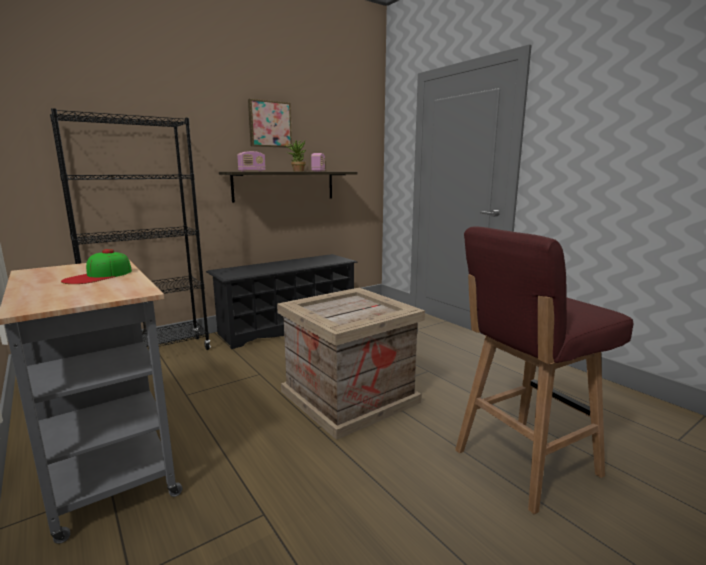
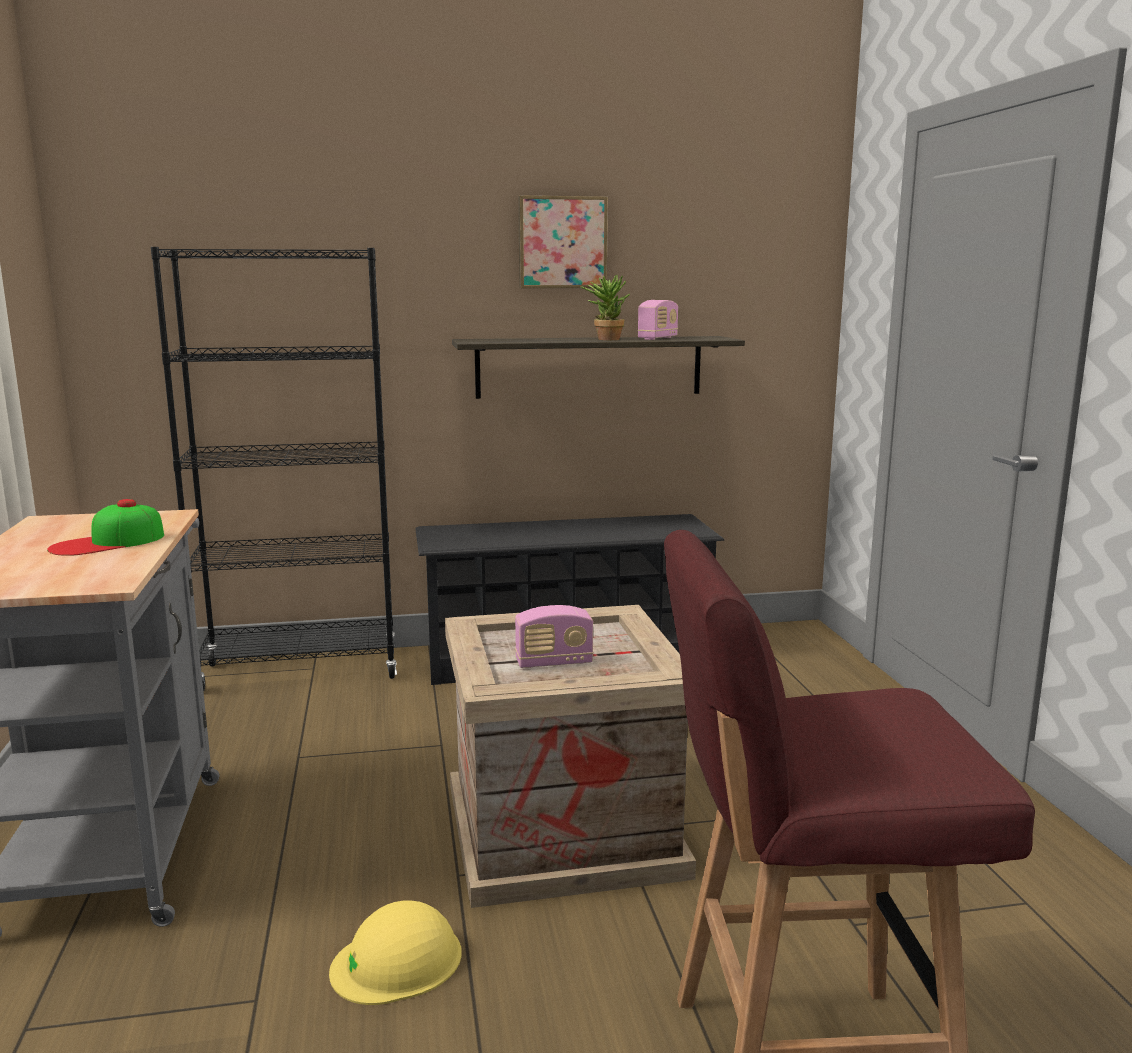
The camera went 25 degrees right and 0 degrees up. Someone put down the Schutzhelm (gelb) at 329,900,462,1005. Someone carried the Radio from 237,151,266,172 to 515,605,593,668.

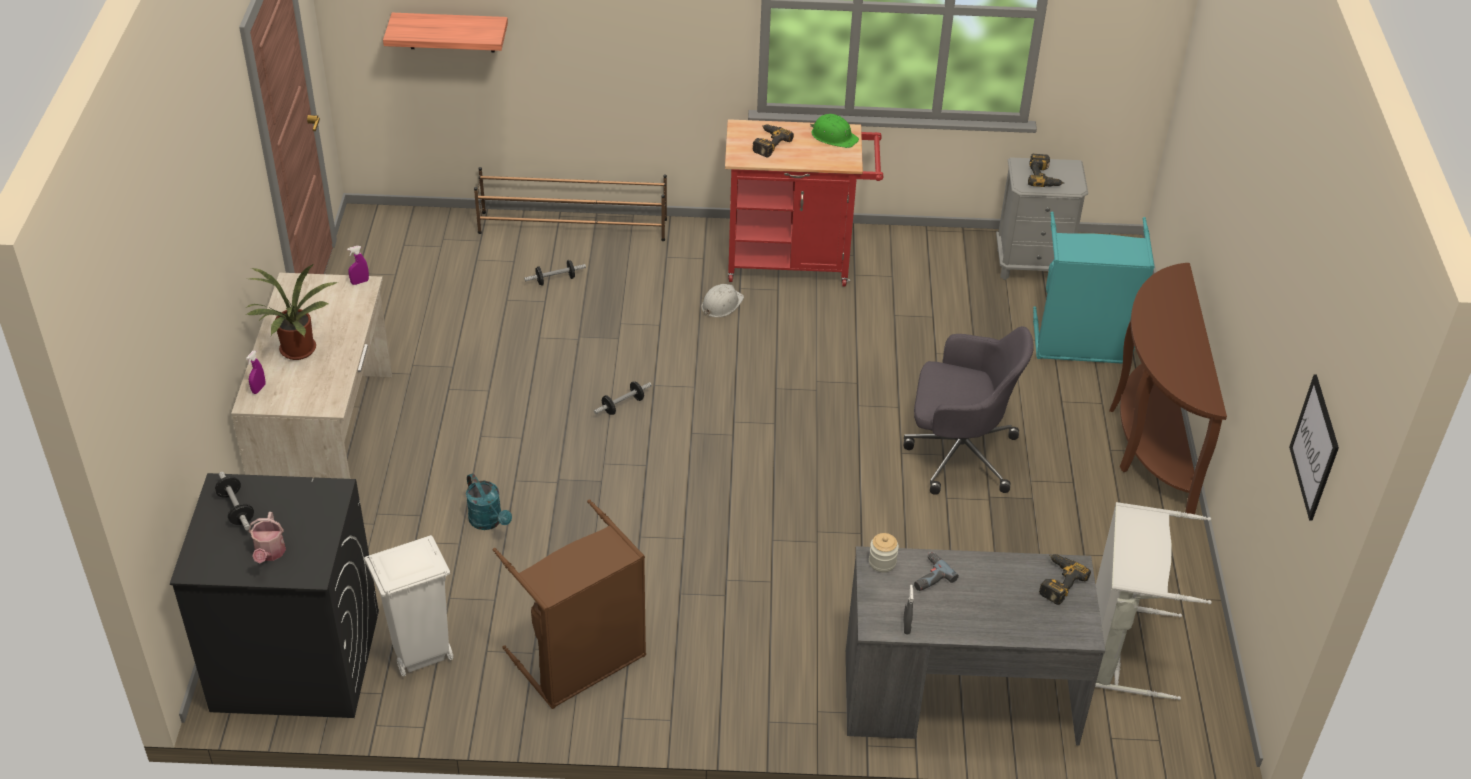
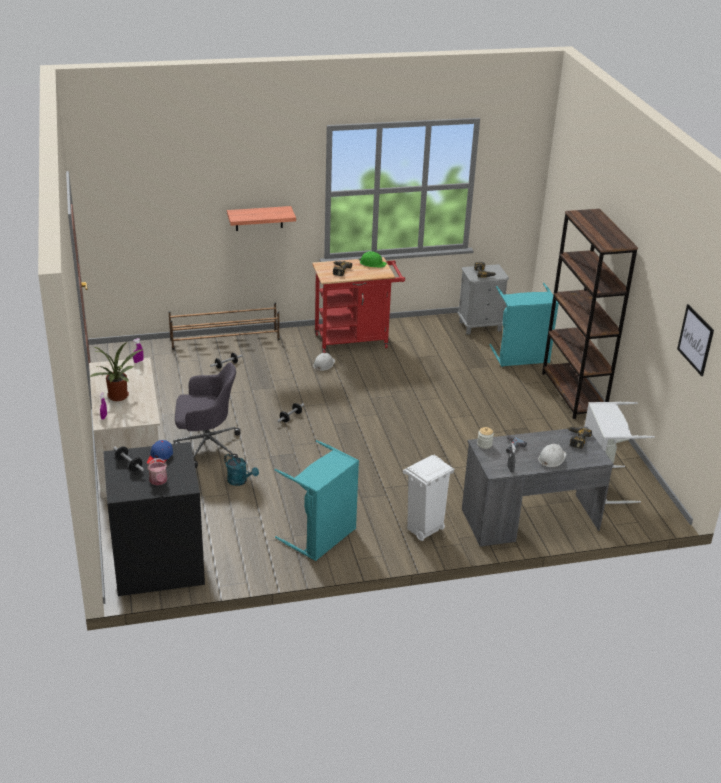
The camera went 15 degrees left and 10 degrees down. Someone put down the Kappe (blau) at 147,440,173,465. Someone put down the Schutzhelm (weiß) at 538,444,567,467. Someone carried the Mülleimer (weiß) from 364,535,453,677 to 403,455,454,541. Someone carried the Wandregal from 383,13,508,52 to 227,206,296,231. Someone carried the Bürostuhl (grau) from 904,326,1034,495 to 173,362,241,468. Someone swapped the Konsolentisch (braun) at 1109,263,1227,514 for the Bücherregal (braun) at 542,209,638,419. Someone repainted the Wäschekorb (braun) at 492,499,646,709, which became the Wäschekorb (türkis) at 274,440,359,561.

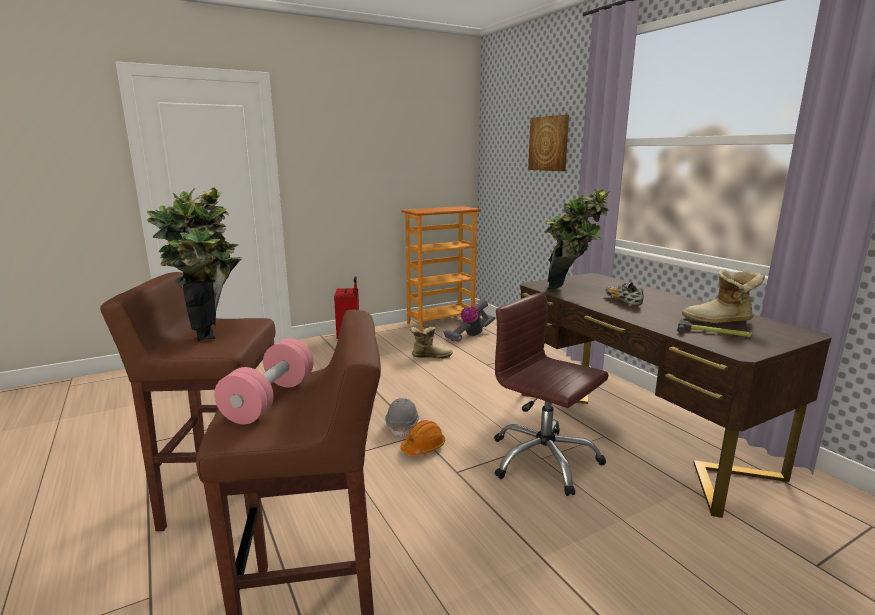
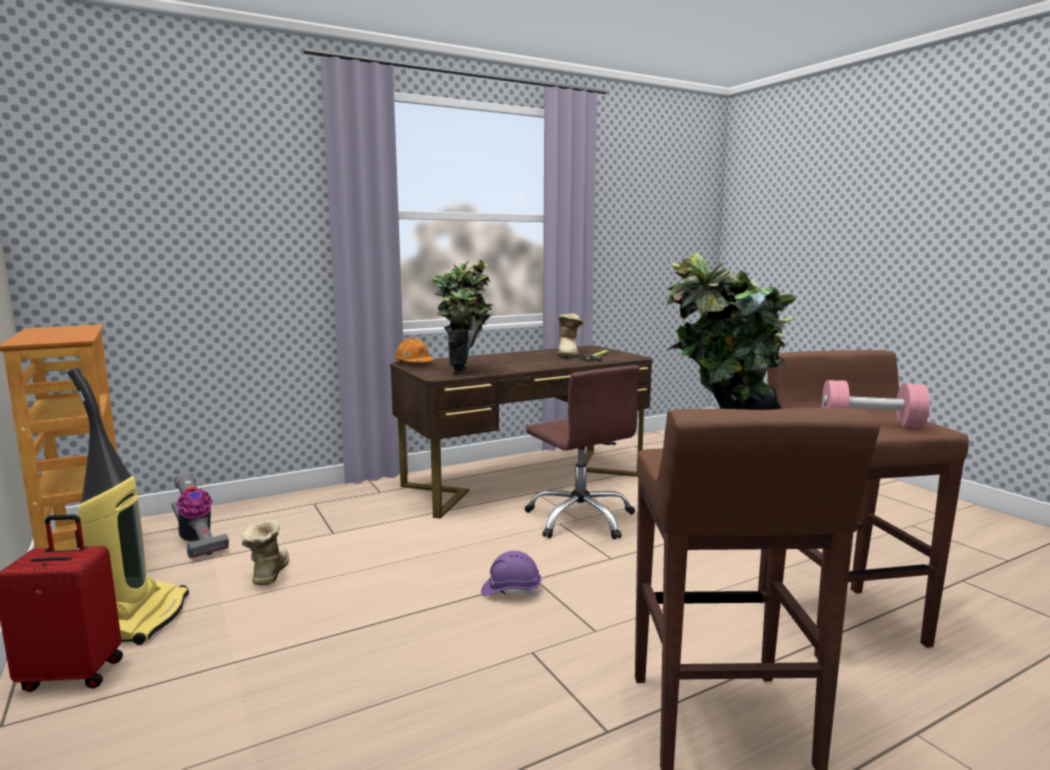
The camera went 90 degrees left and 5 degrees down. Someone took away the Bild at 528,114,569,171. Someone took away the Schuh at 605,282,643,305. Someone put down the Staubsauger at 67,368,189,645. Someone carried the Schutzhelm (orange) from 401,420,445,455 to 394,338,434,362. Someone repainted the Schutzhelm (grau) at 385,398,419,438, which became the Schutzhelm (lila) at 481,551,542,596. Someone rotated the Bürostuhl (braun) at 494,292,608,496 by 75 degrees counterclockwise.

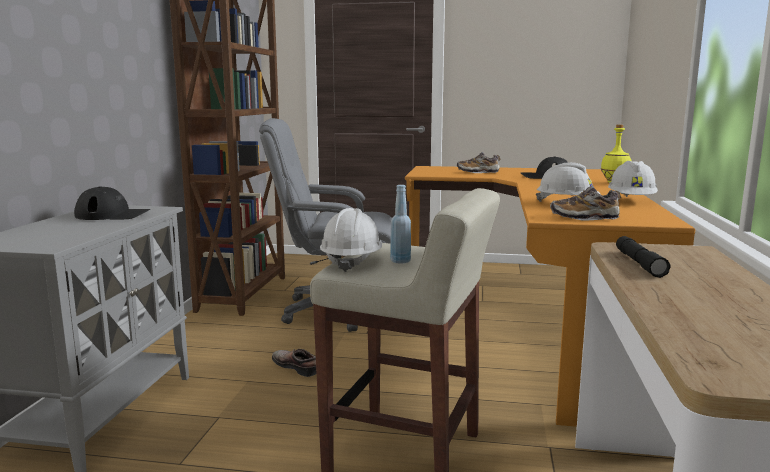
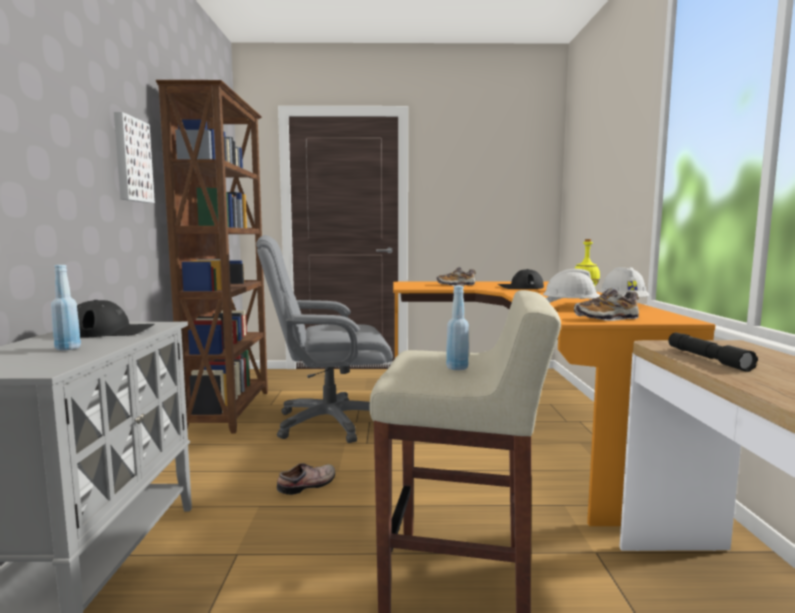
The camera went 10 degrees left and 5 degrees down. Someone took away the Schutzhelm (weiß) at 320,208,382,272. Someone put down the Flasche (blau) at 51,265,81,351. Someone put up the Bild at 114,112,155,203. Someone rotated the Schuh at 272,349,317,377 by 105 degrees clockwise.

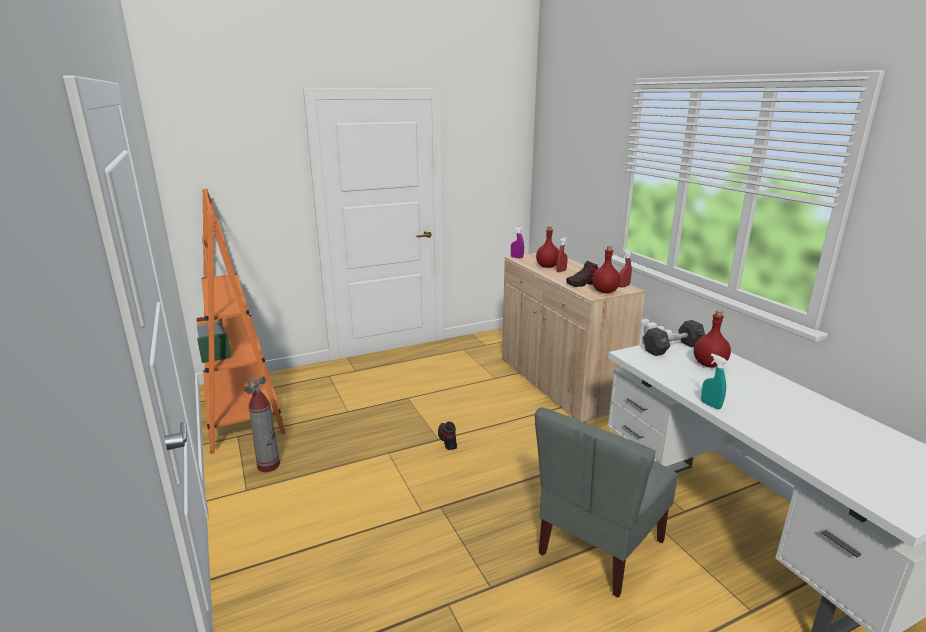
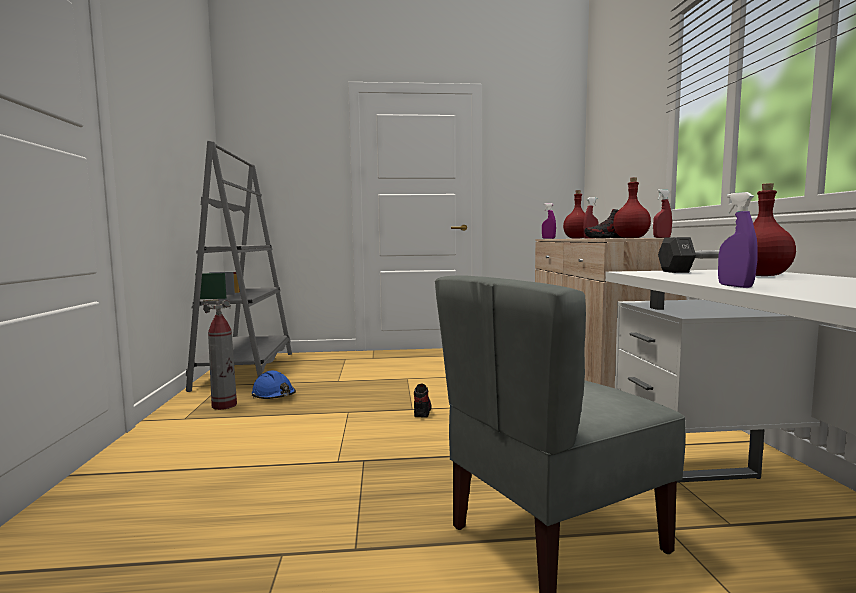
The camera went 20 degrees right and 15 degrees down. Someone put down the Schutzhelm (blau) at 252,370,296,399. Someone repainted the Bücherregal (orange) at 196,189,286,453, which became the Bücherregal (grau) at 186,141,292,392. Someone repainted the Sprühflasche (türkis) at 701,354,727,410, which became the Sprühflasche (lila) at 718,192,758,288.

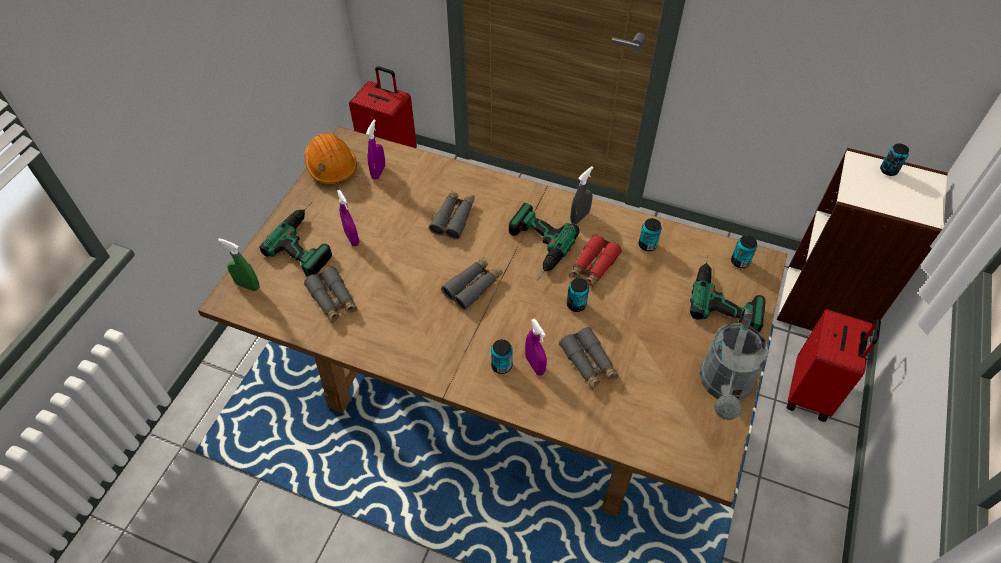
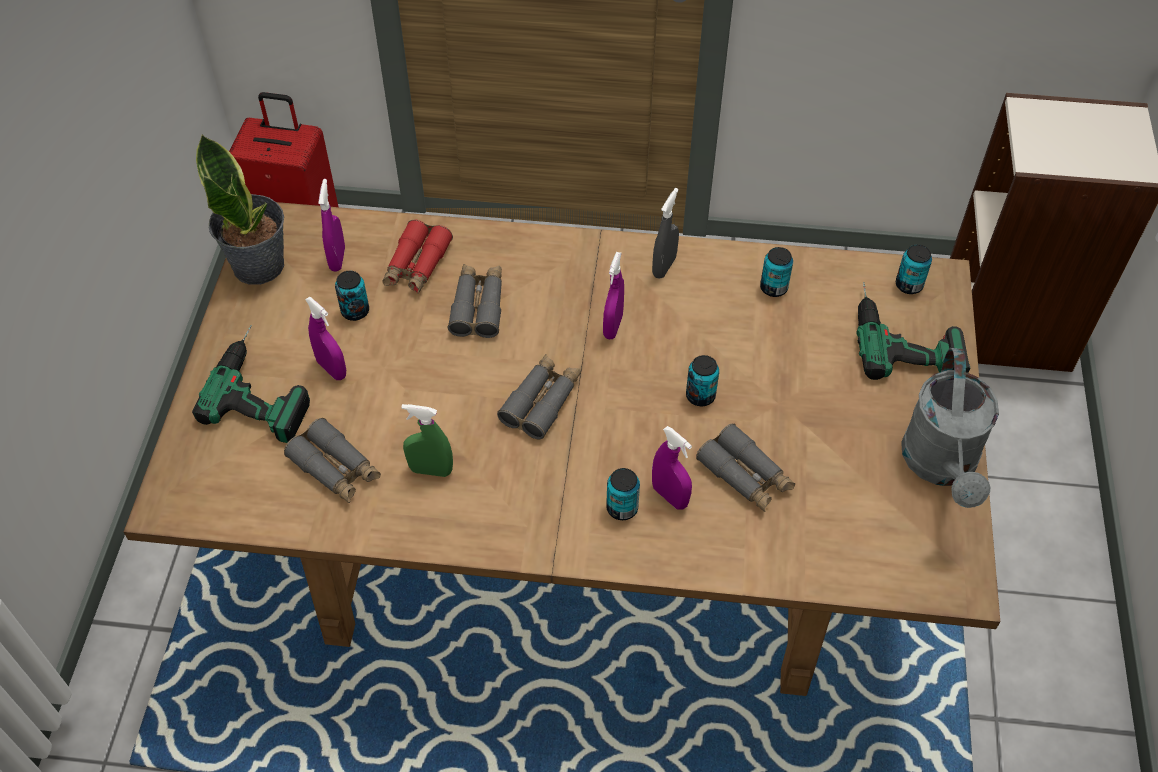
The camera went 15 degrees left and 0 degrees up. Someone took away the Koffer (rot) at 786,309,881,422. Someone carried the Sprühflasche (grün) from 218,238,260,291 to 401,404,453,477. Someone carried the Fernglas (rot) from 569,235,622,288 to 382,220,453,294. Someone carried the Dose from 880,143,909,176 to 335,271,369,321. Someone swapped the Schutzhelm (orange) at 304,133,357,184 for the Topfpflanze at 196,135,284,285. Someone swapped the Bohrmaschine at 509,203,579,281 for the Sprühflasche (lila) at 603,252,624,339.

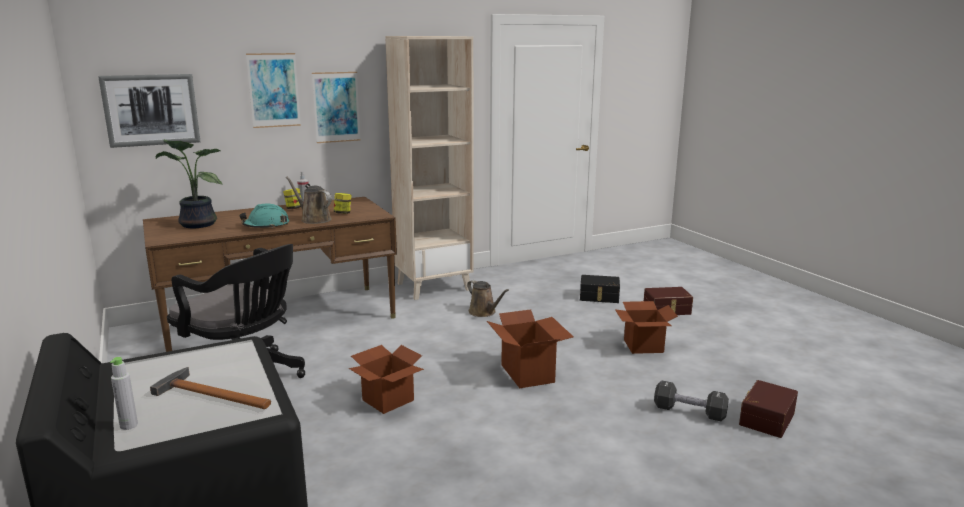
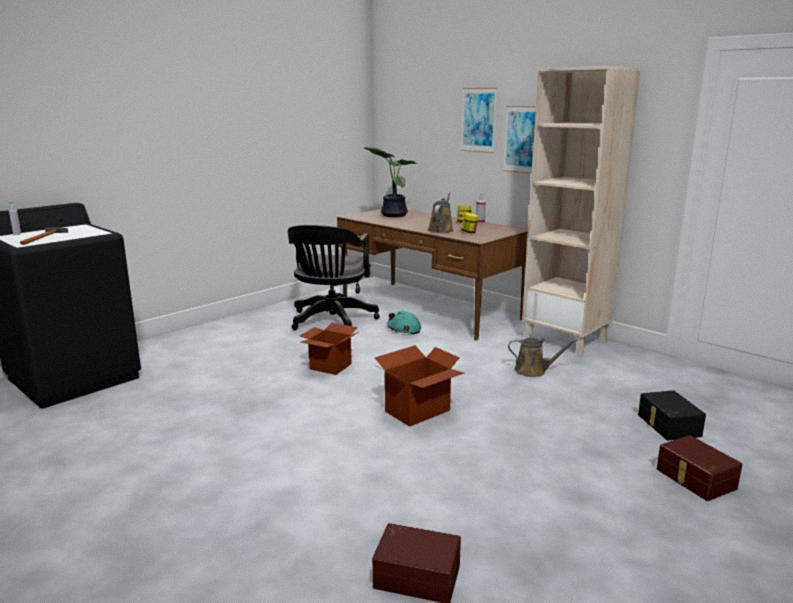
The camera went 70 degrees right and 0 degrees up. Someone took away the Bild at 98,74,200,148. Someone took away the Karton at 615,301,678,354. Someone took away the Hantel (schwarz) at 654,381,729,421. Someone carried the Schutzhelm (türkis) from 239,203,289,229 to 387,311,421,335. Someone rotated the Gießkanne (braun) at 467,280,509,317 by 105 degrees counterclockwise.

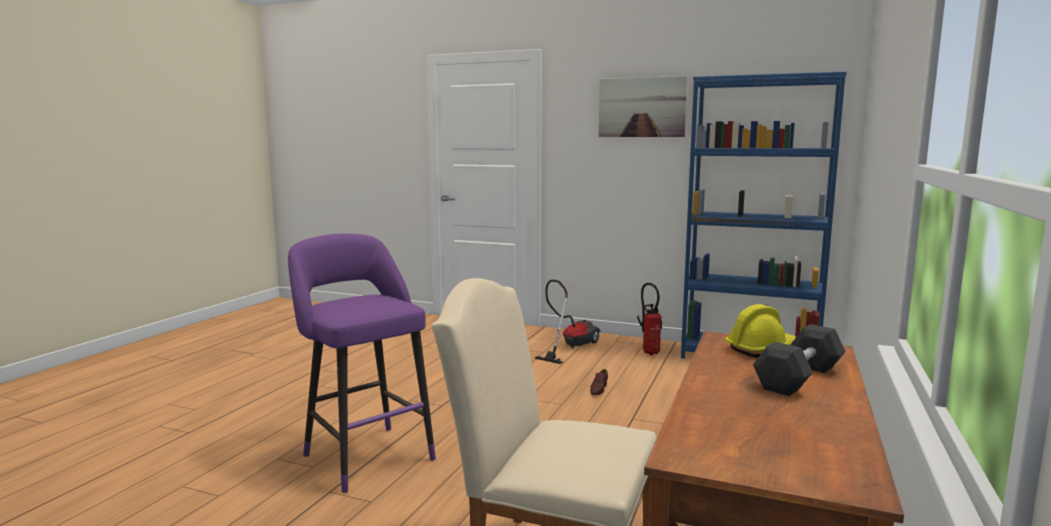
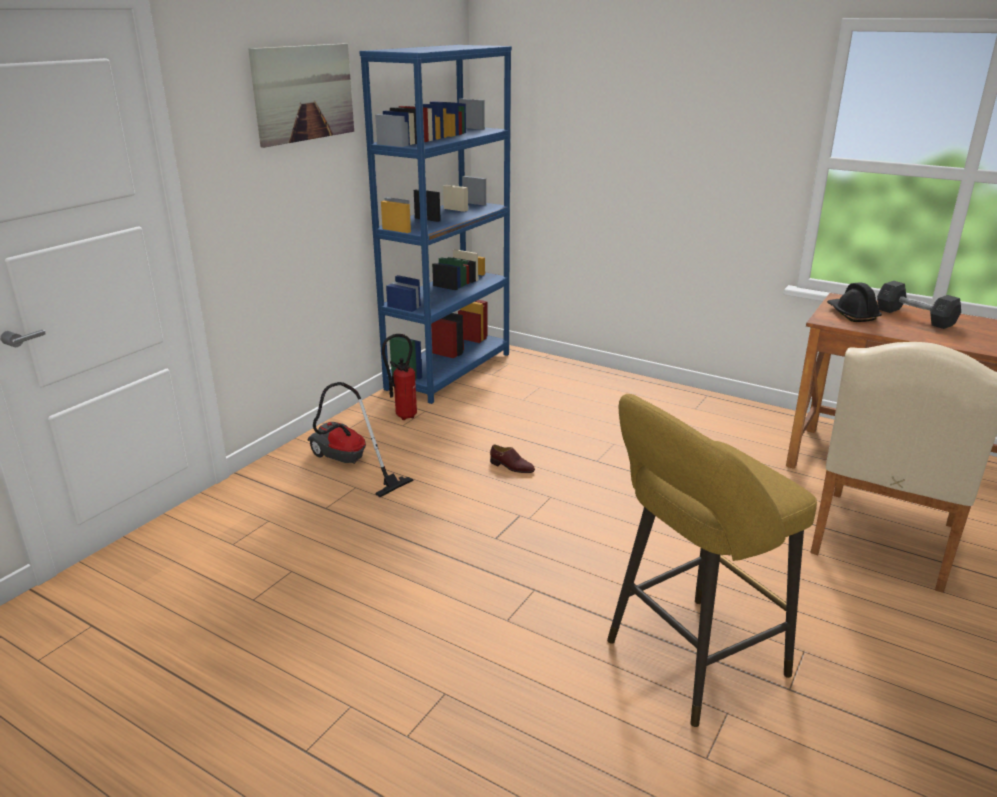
The camera went 80 degrees left and 15 degrees up. Someone repainted the Hocker (lila) at 288,234,436,493, which became the Hocker (gelb) at 607,394,817,727. Someone repainted the Schutzhelm (gelb) at 725,304,796,358, which became the Schutzhelm (schwarz) at 827,282,882,322.

